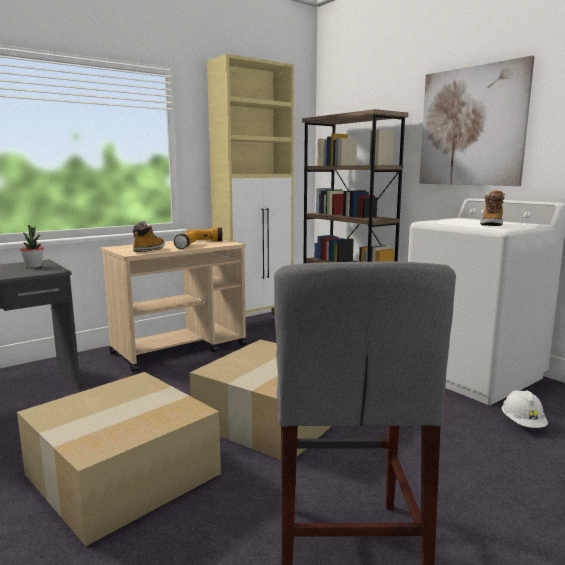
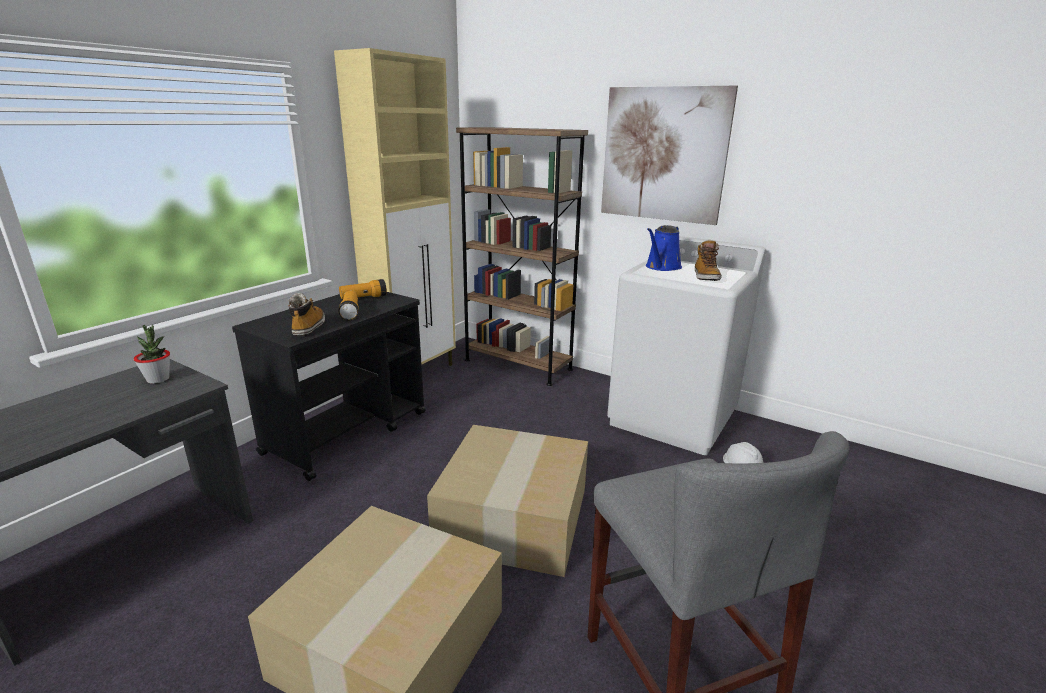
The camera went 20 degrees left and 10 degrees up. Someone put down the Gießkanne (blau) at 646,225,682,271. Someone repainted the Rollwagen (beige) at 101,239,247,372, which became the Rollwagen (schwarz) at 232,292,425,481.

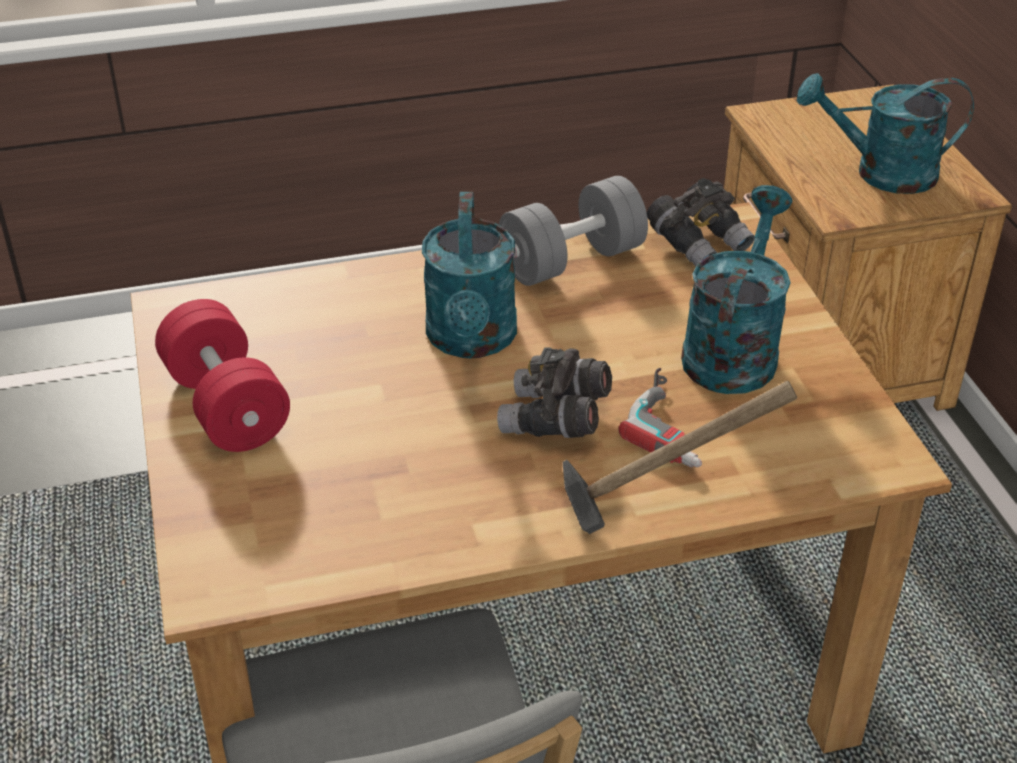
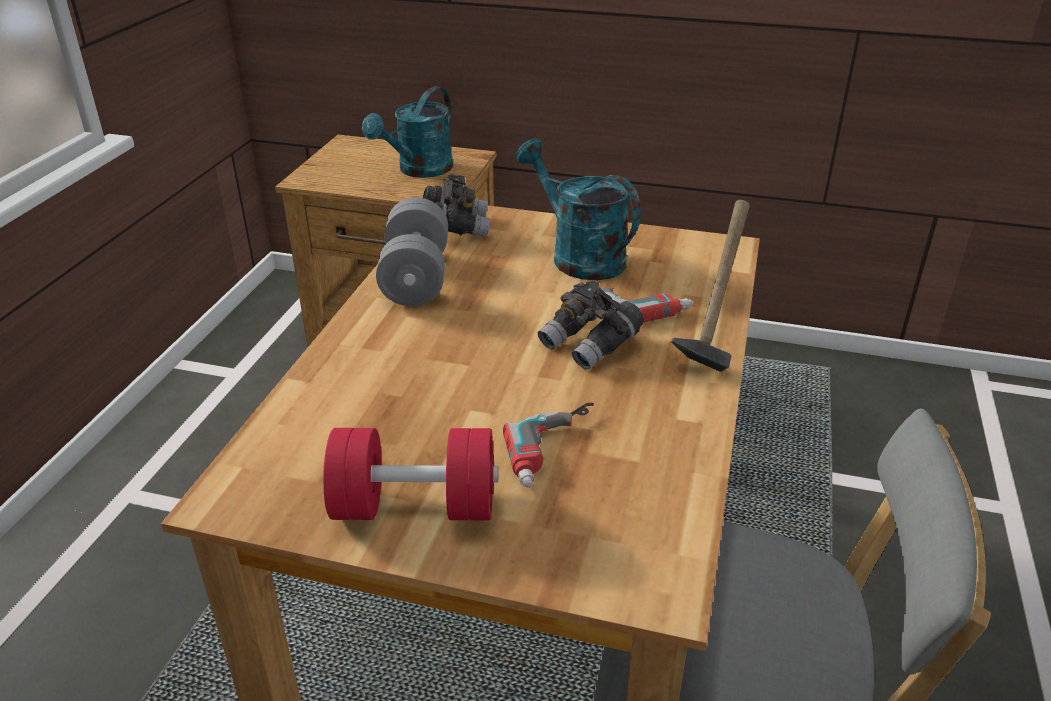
The camera went 60 degrees left and 5 degrees down. Someone took away the Gießkanne (türkis) at 422,192,517,358. Someone put down the Bohrmaschine at 503,403,594,488.

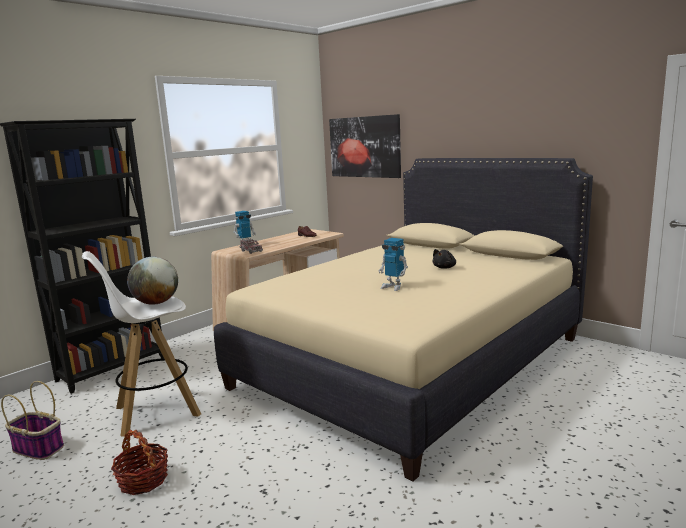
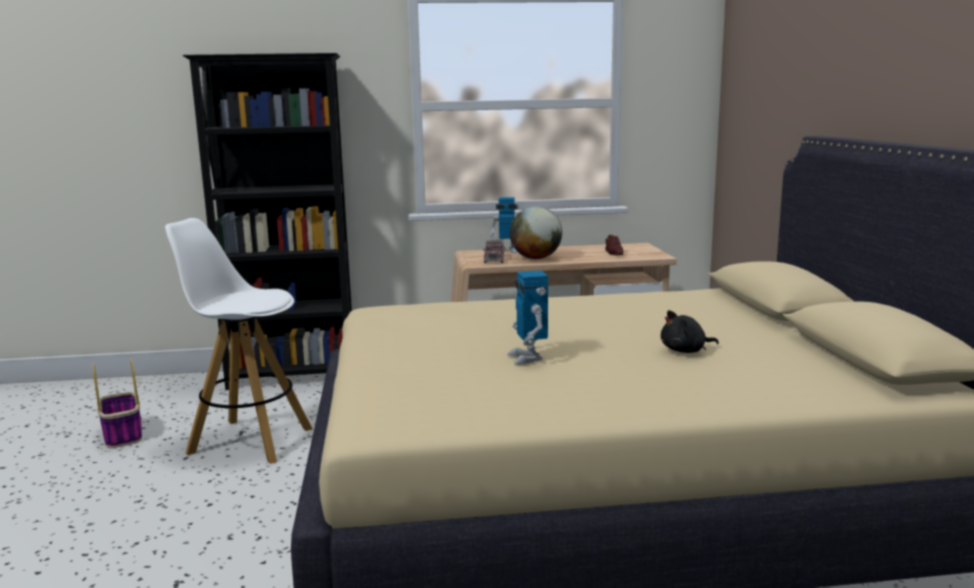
The camera went 40 degrees right and 0 degrees up. Someone took away the Korb at 111,430,168,495. Someone took away the Bild at 329,114,401,178. Someone carried the Globus from 127,257,178,305 to 510,206,562,259.

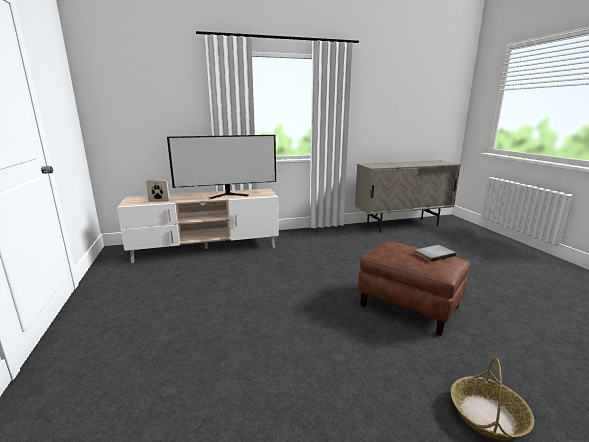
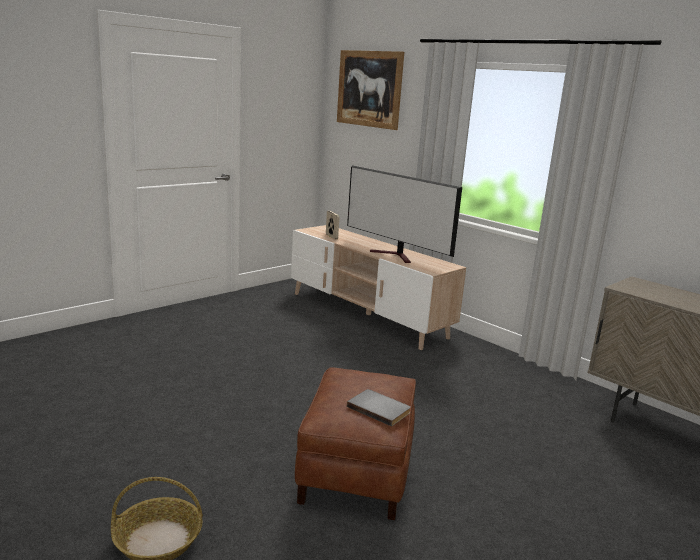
The camera went 60 degrees right and 0 degrees up. Someone put up the Bild at 337,50,404,130.

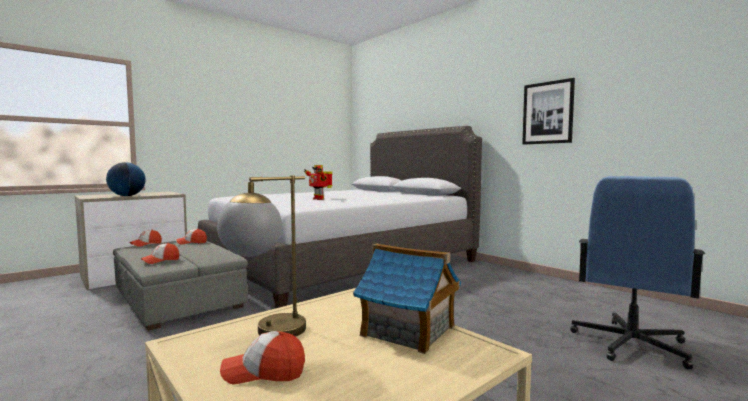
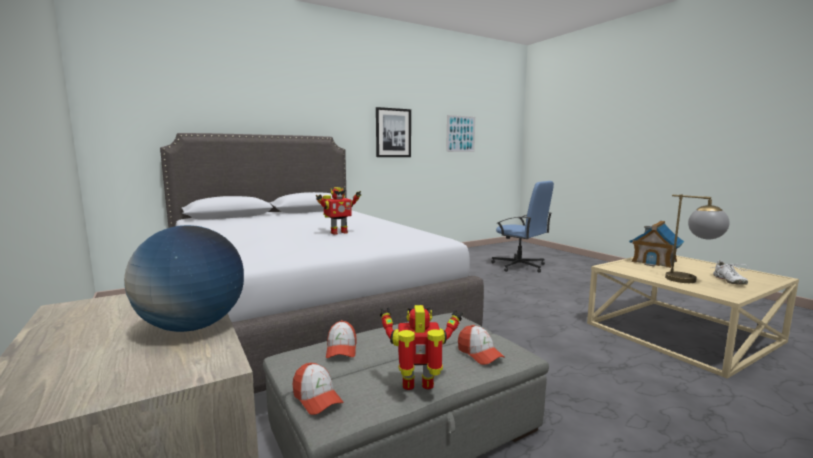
The camera went 80 degrees left and 5 degrees up. Someone put down the Spielzeugroboter at 380,305,463,390. Someone put up the Bild at 446,115,475,152. Someone swapped the Kappe at 220,331,305,384 for the Schuh (weiß) at 712,260,749,285.

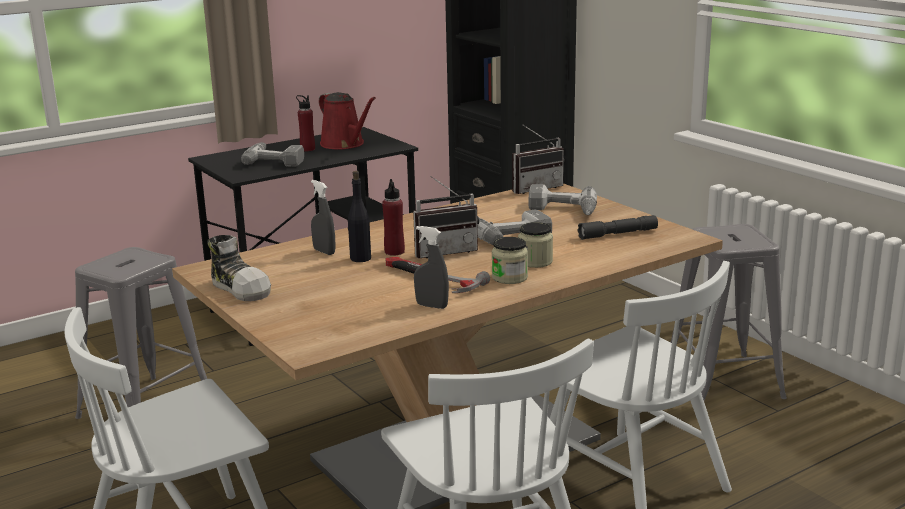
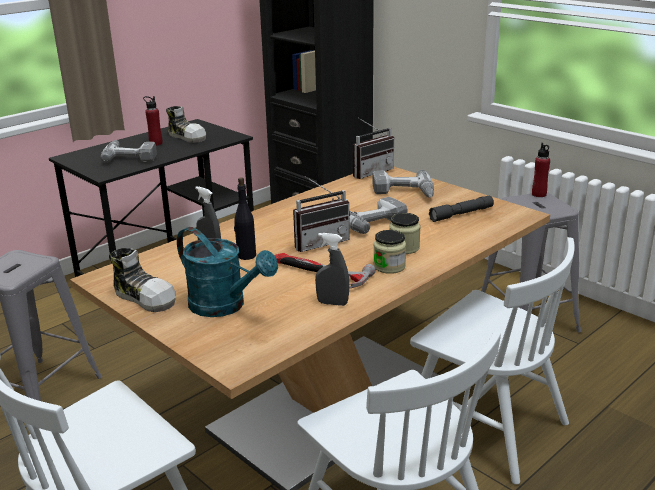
The camera went 10 degrees left and 5 degrees up. Someone put down the Gießkanne (türkis) at 177,227,278,317. Someone carried the Flasche (rot) from 382,179,405,256 to 532,143,550,197. Someone swapped the Gießkanne (rot) at 319,92,376,149 for the Schuh at 166,106,206,143.

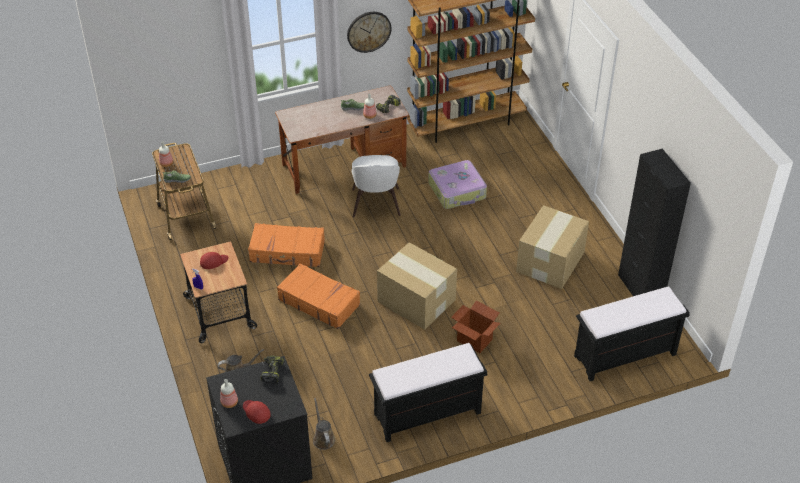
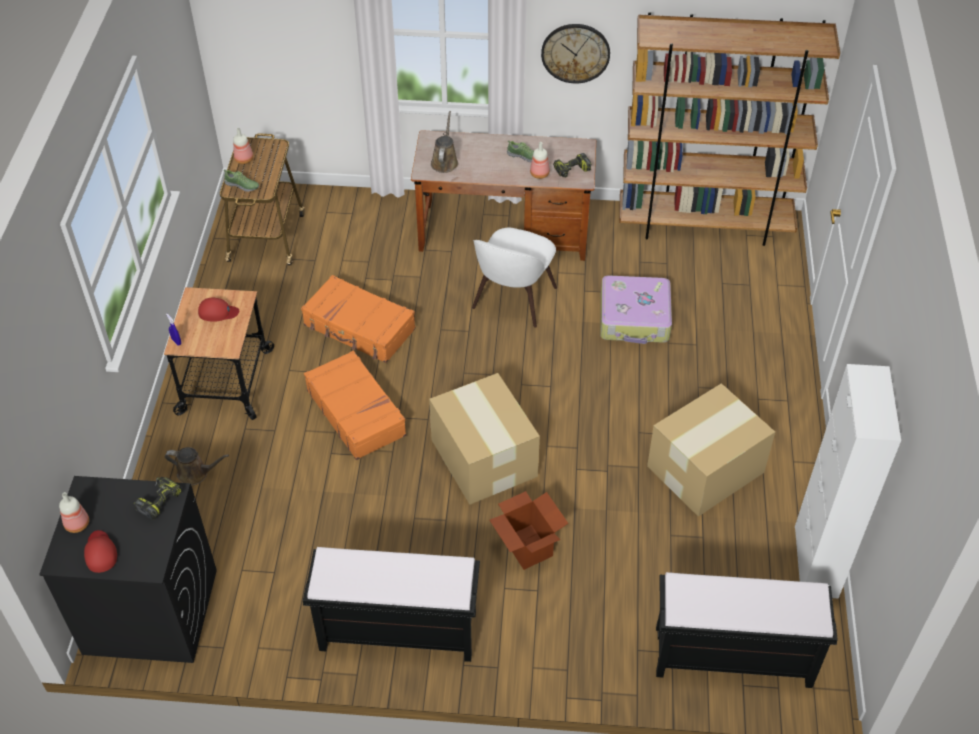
The camera went 25 degrees right and 5 degrees up. Someone carried the Gießkanne (braun) from 313,398,336,450 to 431,111,458,173. Someone repainted the Schrank (schwarz) at 618,149,691,296, which became the Schrank (weiß) at 795,364,901,599.

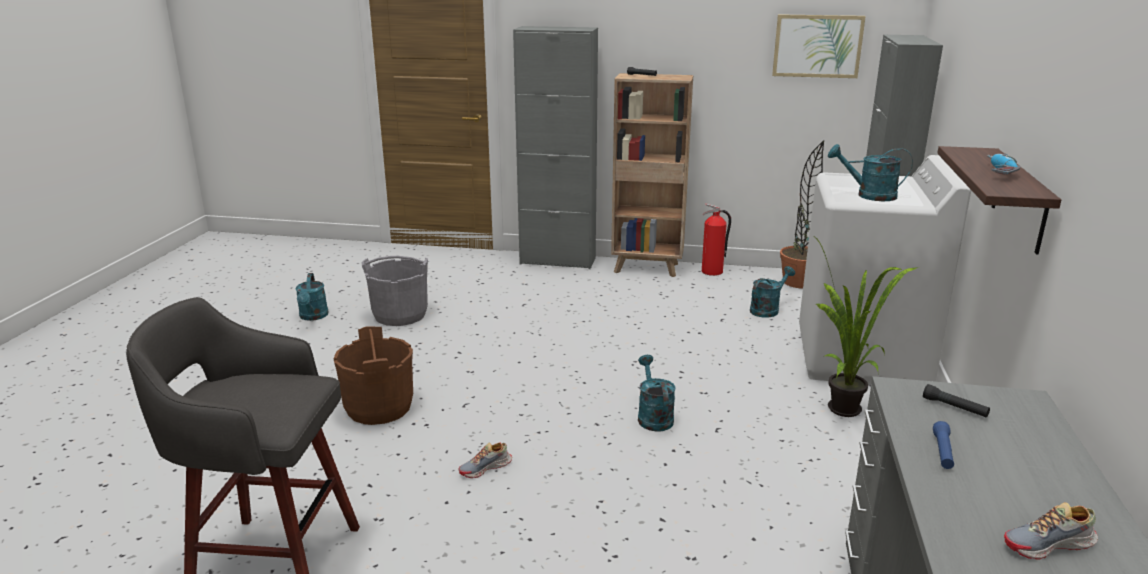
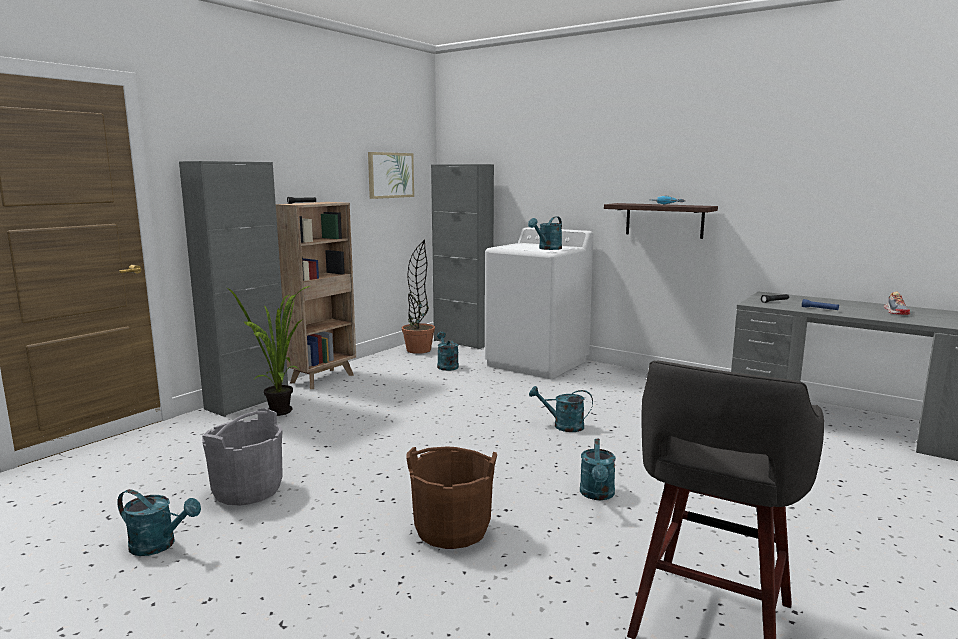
The camera went 65 degrees left and 10 degrees down. Someone took away the Feuerlöscher at 702,203,731,276. Someone carried the Topfpflanze from 814,236,917,417 to 227,286,310,416. Someone swapped the Schuh at 458,442,512,478 for the Gießkanne (türkis) at 580,439,616,500.

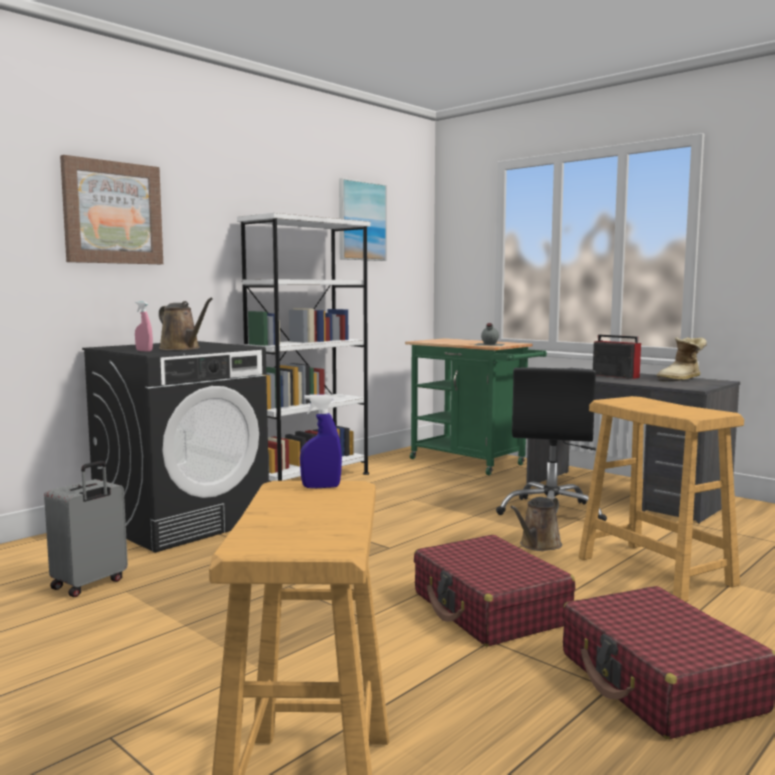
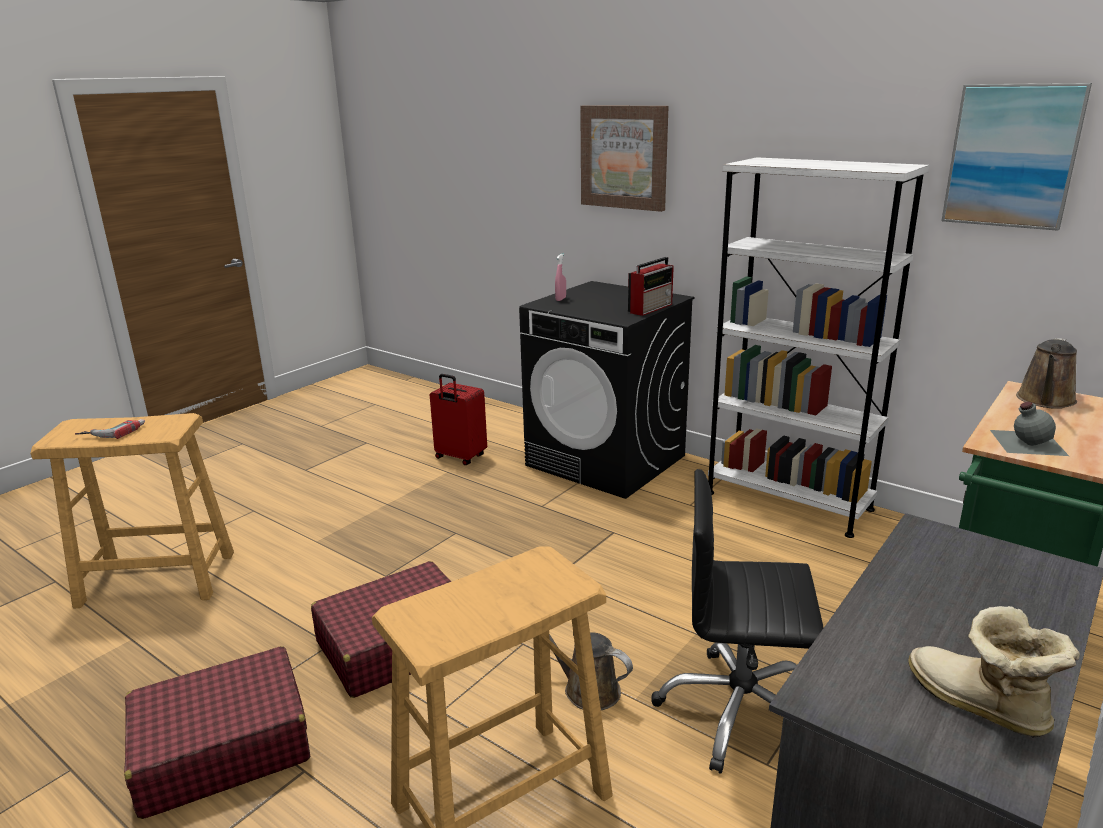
The camera went 85 degrees right and 15 degrees up. Someone took away the Sprühflasche (blau) at 300,395,342,488. Someone put down the Bohrmaschine at 75,419,145,439. Someone carried the Gießkanne (braun) from 159,298,213,350 to 1016,338,1077,409. Someone carried the Radio from 593,335,641,379 to 628,257,674,316. Someone repainted the Koffer (grau) at 44,461,128,597, which became the Koffer (rot) at 430,374,487,465.

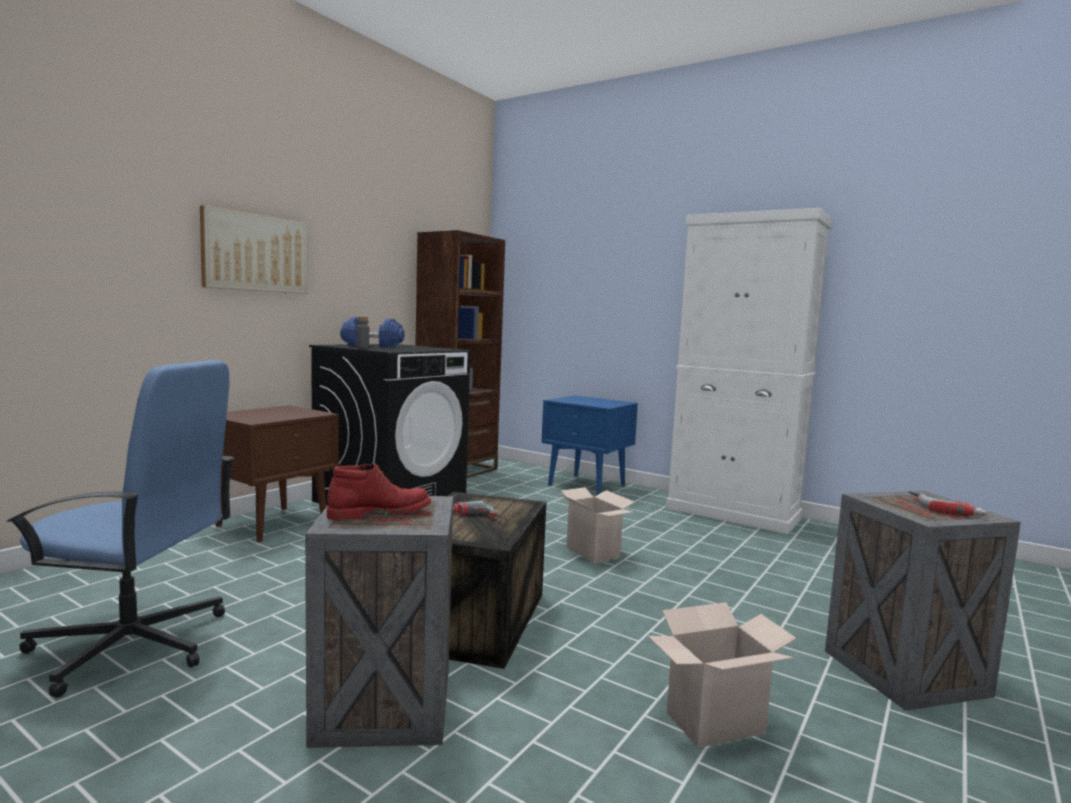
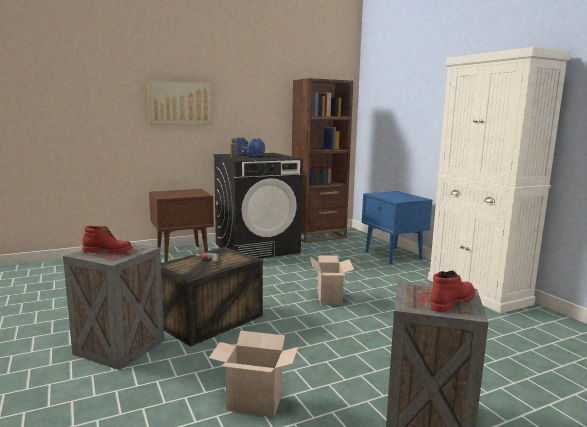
The camera went 30 degrees right and 5 degrees up. Someone took away the Bürostuhl (blau) at 6,360,234,698. Someone swapped the Bohrmaschine at 909,491,987,517 for the Stiefel (rot) at 429,270,475,312.

